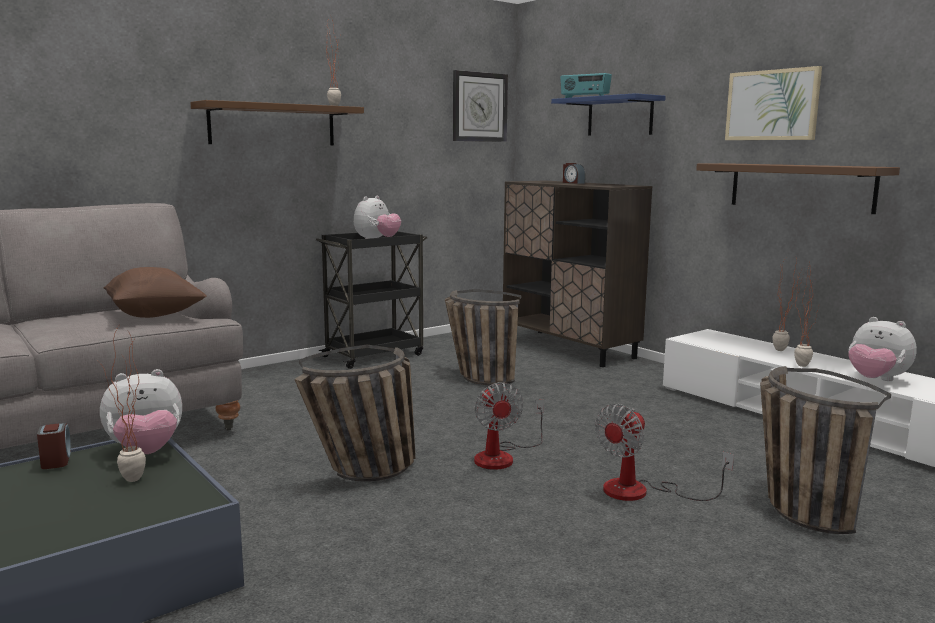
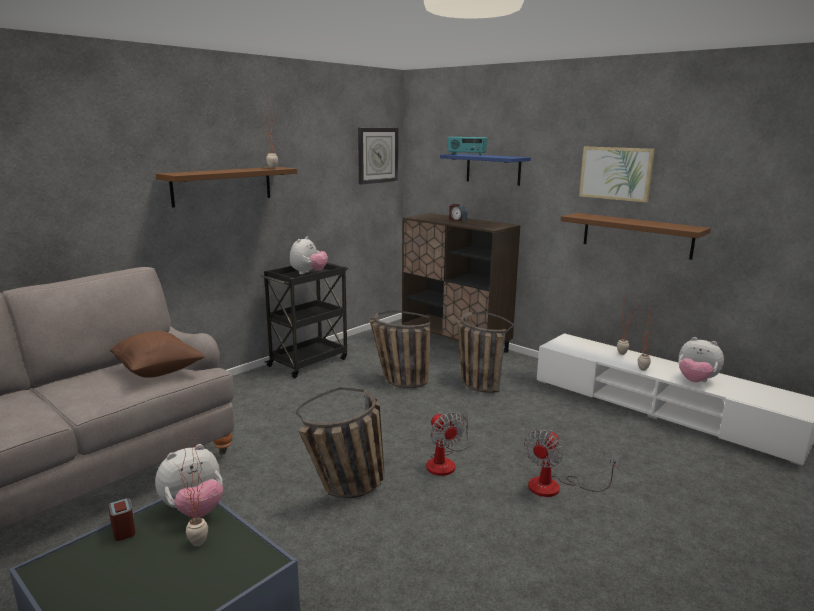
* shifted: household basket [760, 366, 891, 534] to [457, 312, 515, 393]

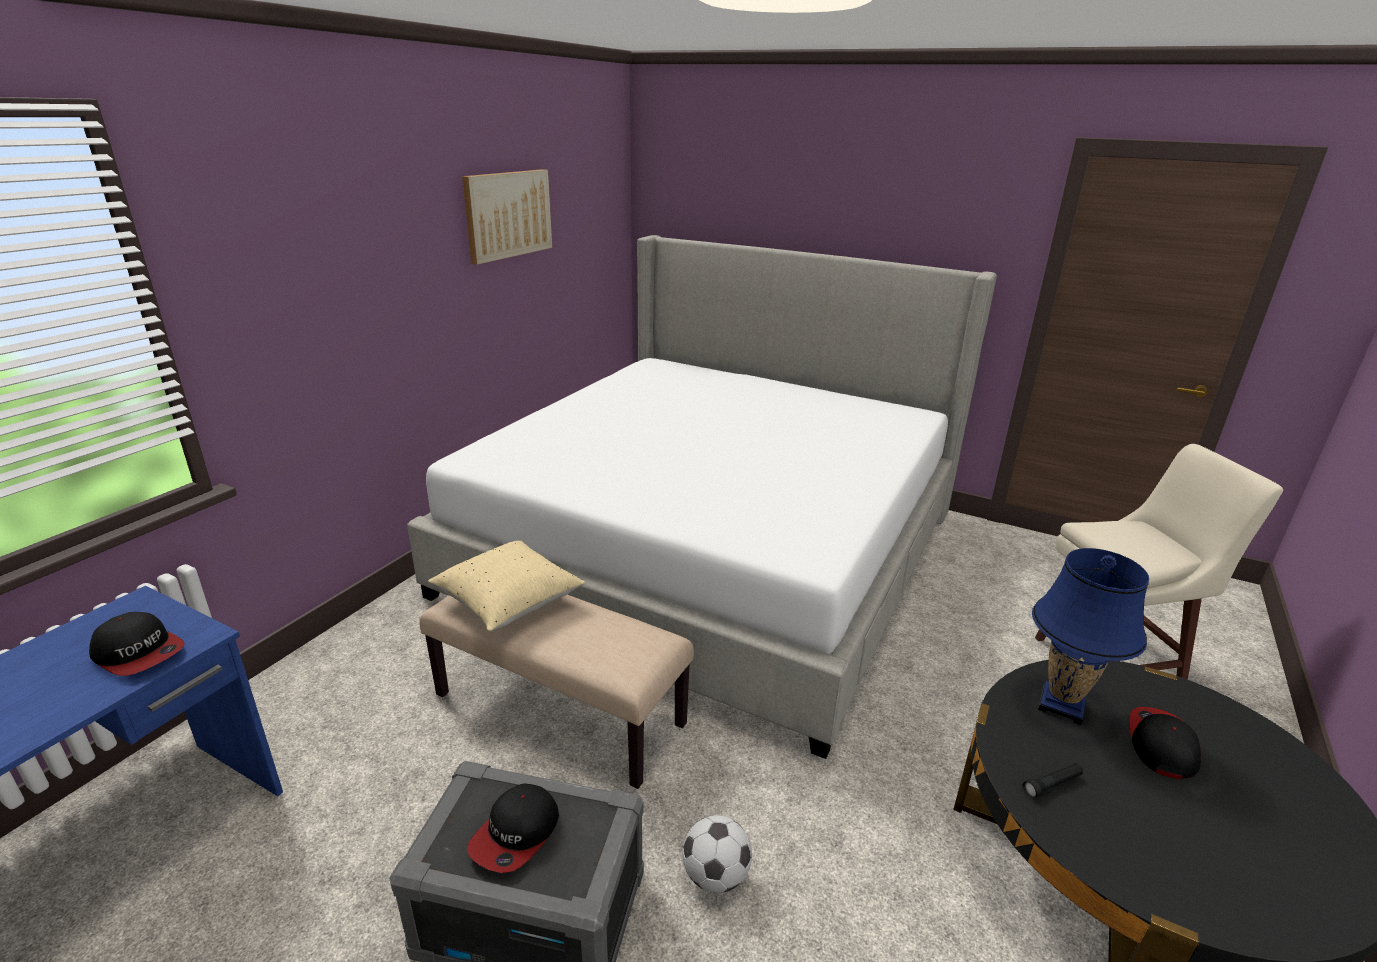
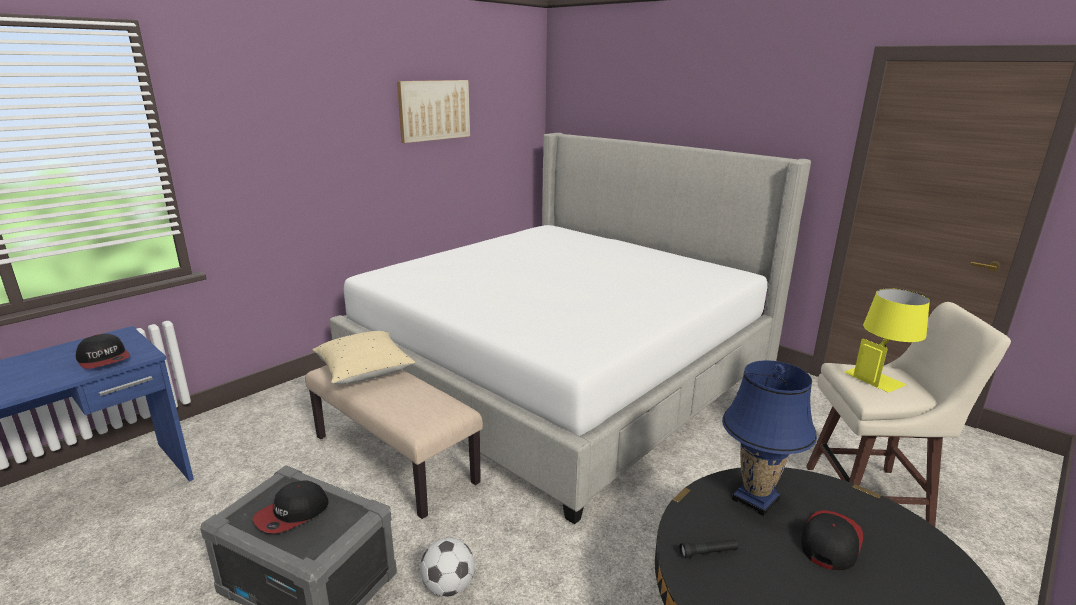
* new: tabletop lamp (yellowish) [844, 288, 930, 393]

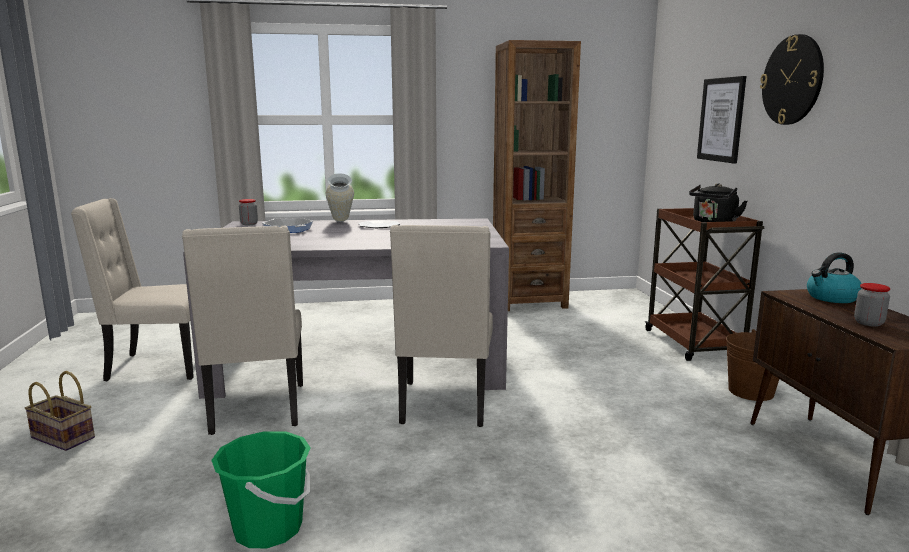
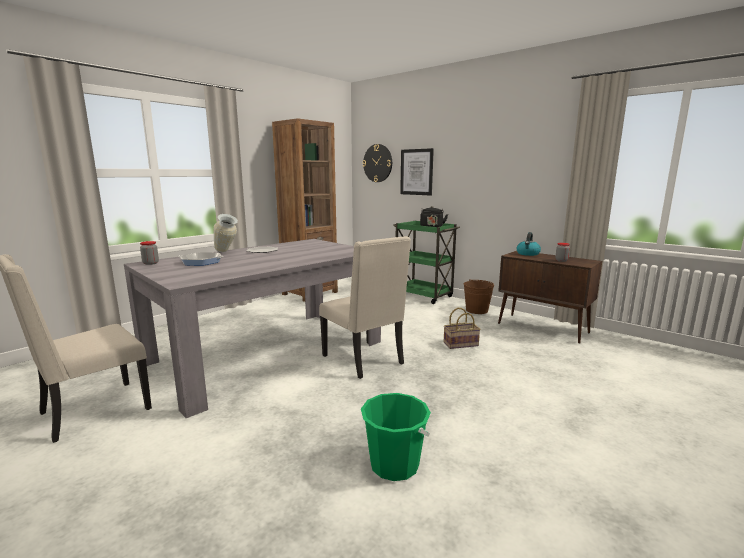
* gone: chair (beige) [182, 226, 303, 435]
* shifted: household basket [24, 371, 95, 451] to [444, 308, 480, 349]
* shifted: clock on the wall [760, 34, 824, 125] to [363, 144, 392, 182]
* repainted: trolley (brown-coloured) [645, 208, 764, 361] to trolley (green) [393, 221, 460, 304]

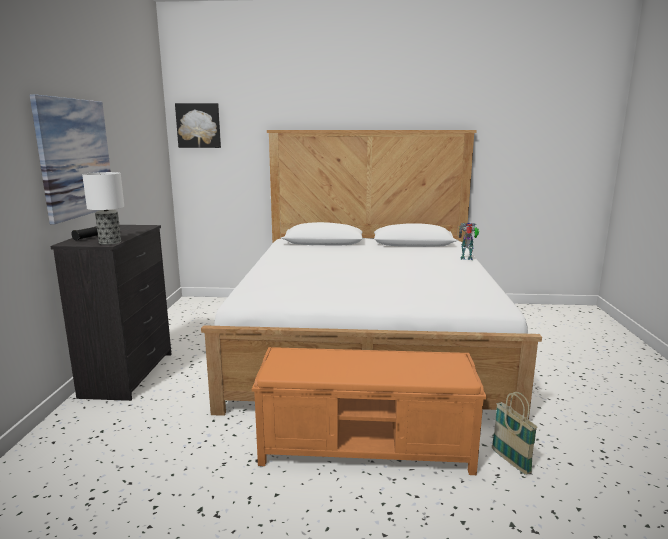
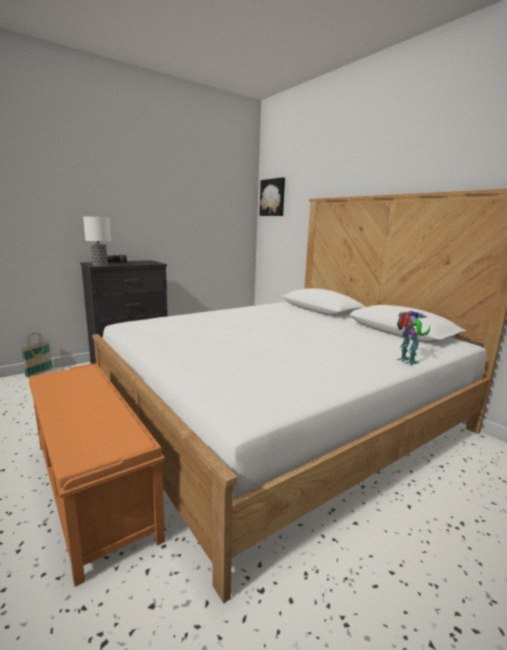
* gone: picture [30, 94, 111, 224]
* shifted: household basket [492, 392, 538, 475] to [21, 333, 53, 378]

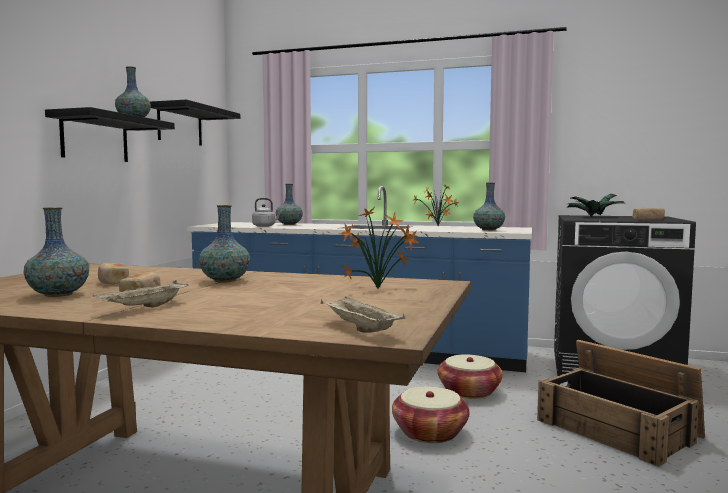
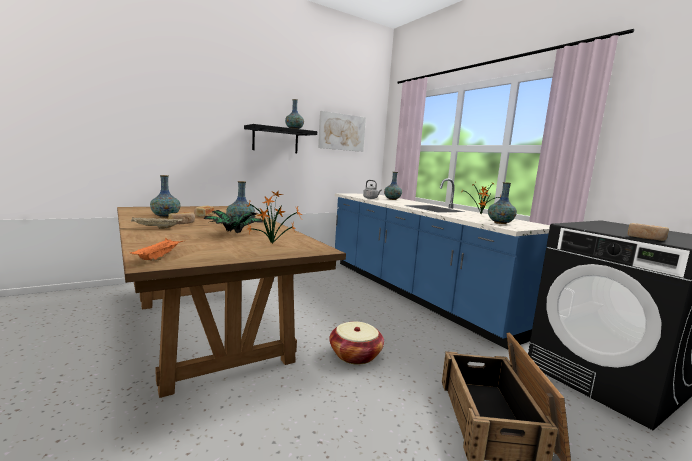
* gone: household basket [438, 354, 503, 399]
* shifted: potted plant [568, 194, 625, 217] to [204, 210, 264, 233]
* swapped: bracket shelf (black) [150, 99, 240, 146] to picture [318, 111, 366, 152]
* repainted: carrying tray (beige) [321, 296, 406, 333] to carrying tray (orange-coloured) [130, 238, 183, 261]

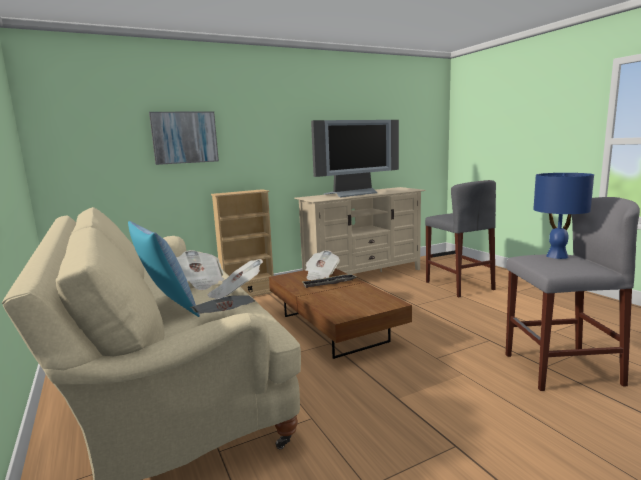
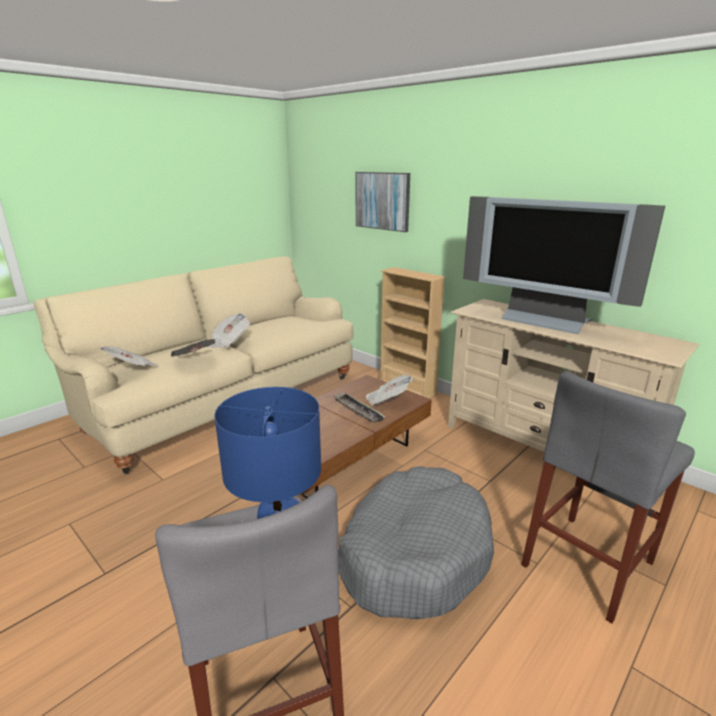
* gone: throw pillow [128, 221, 200, 317]
* new: dog bed (greyish) [338, 466, 494, 619]

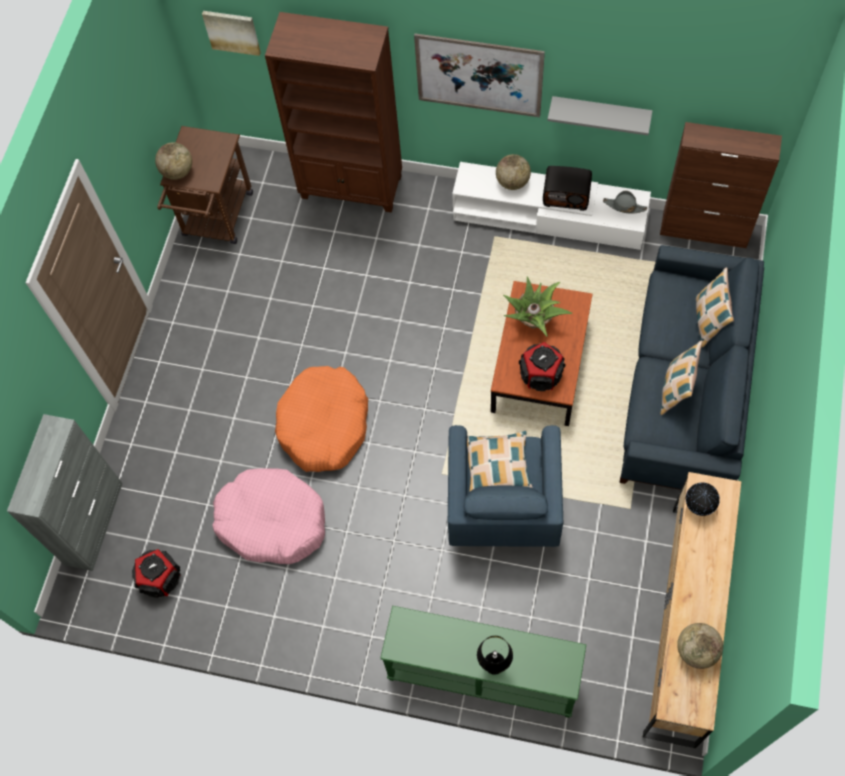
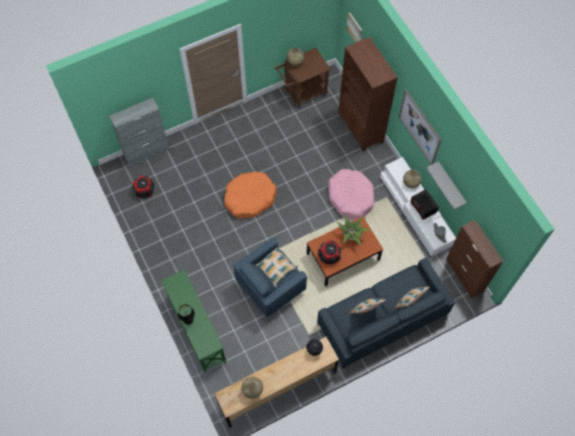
* shifted: dog bed (pinkish) [212, 468, 325, 564] to [328, 169, 374, 220]

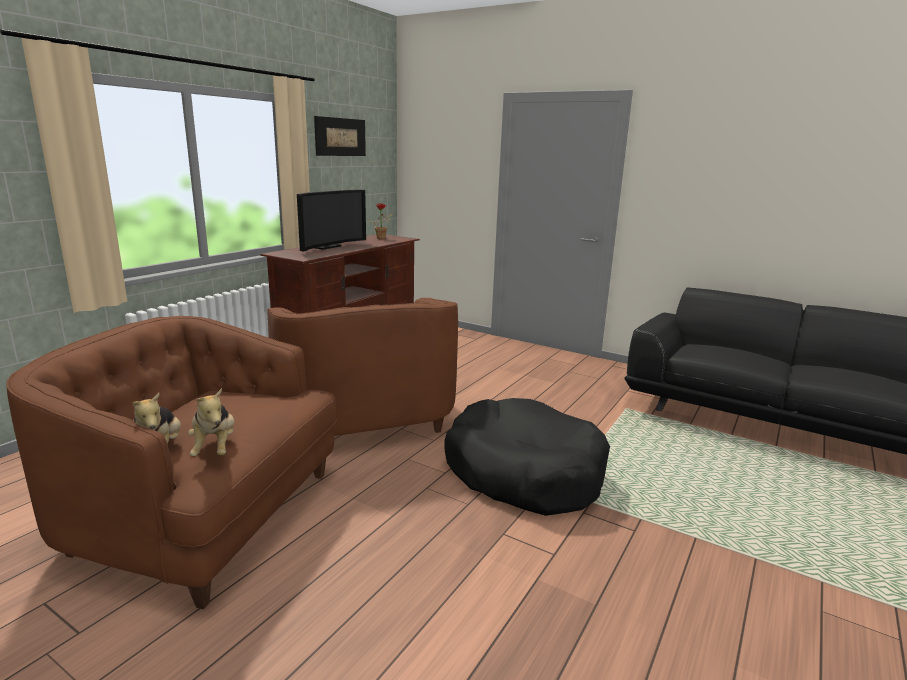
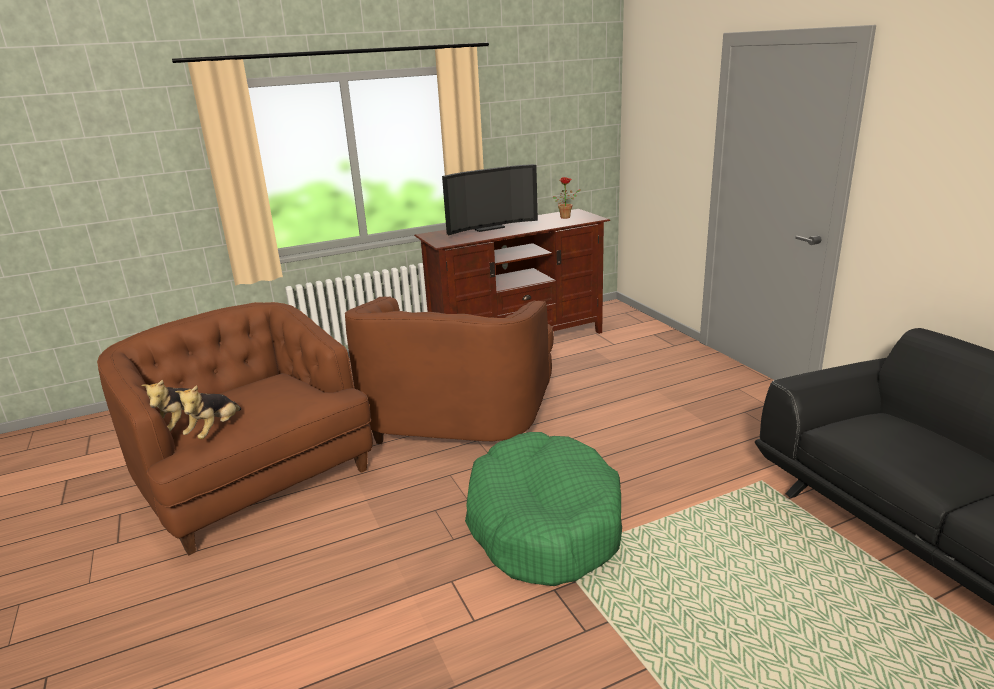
* gone: picture [314, 116, 366, 156]
* repainted: dog bed (black) [444, 398, 610, 516] to dog bed (green) [465, 432, 622, 586]

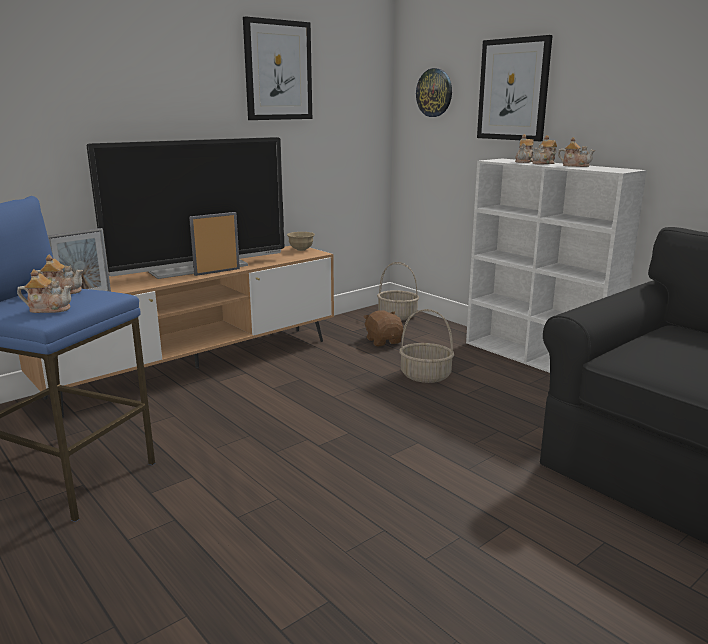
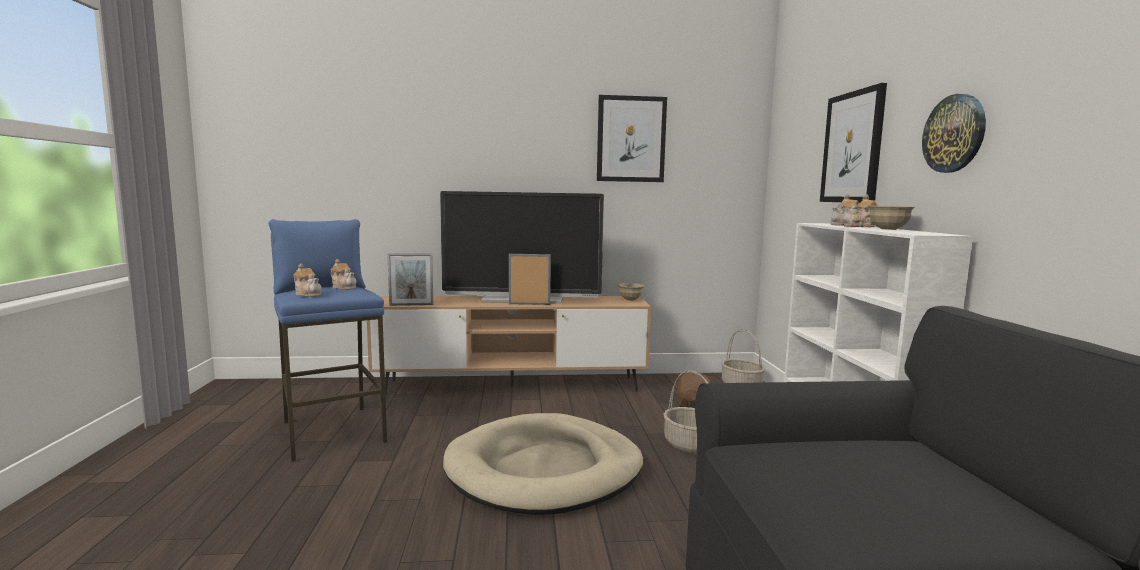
* new: dog bed (beige) [443, 413, 643, 515]
* shifted: clock on the wall [416, 68, 452, 117] to [922, 94, 986, 173]
* swapped: pot for tea [558, 137, 595, 167] to serving bowl (beige) [868, 206, 915, 230]

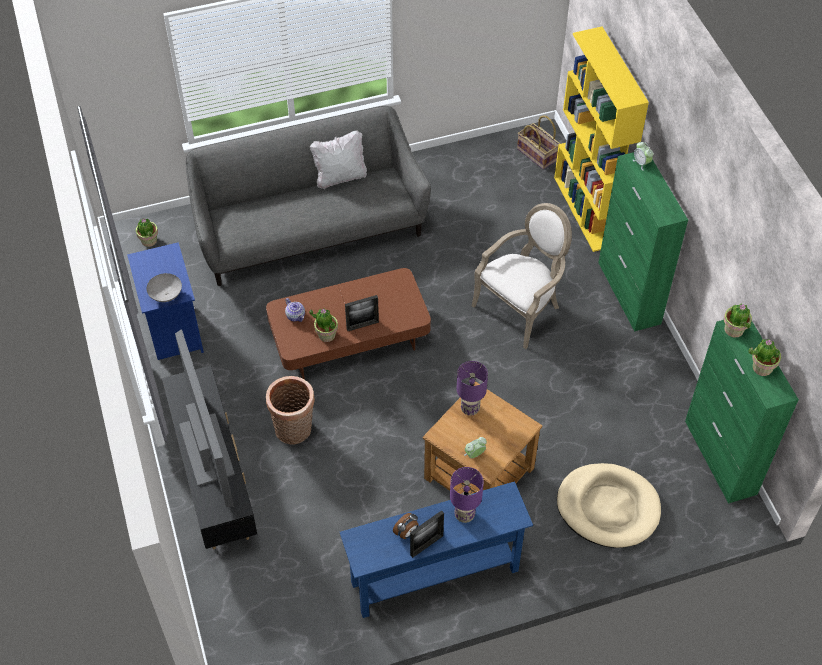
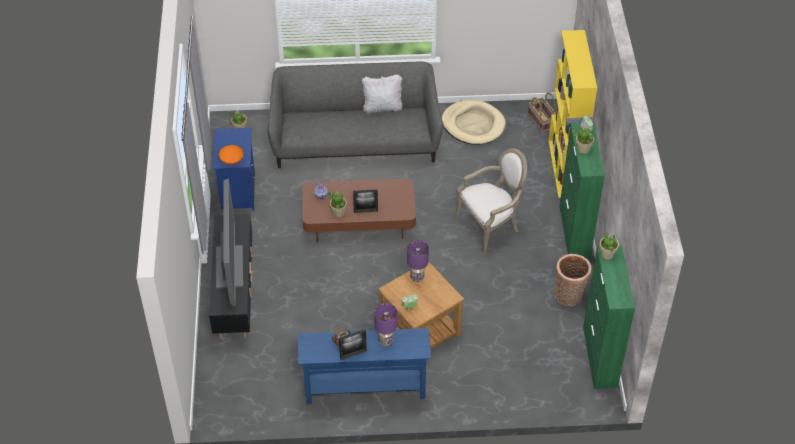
* shifted: household basket [266, 376, 315, 445] to [555, 254, 592, 306]
* shifted: dog bed (beige) [557, 463, 661, 548] to [442, 100, 506, 145]
* shifted: potted plant [748, 339, 781, 376] to [572, 126, 594, 154]
* repainted: serving bowl (greyish) [146, 273, 182, 302] to serving bowl (orange-coloured) [219, 145, 244, 164]

